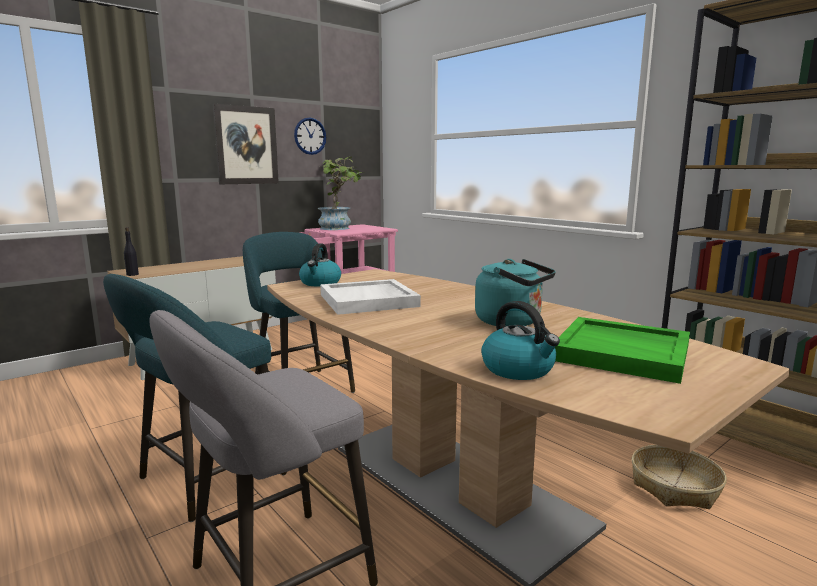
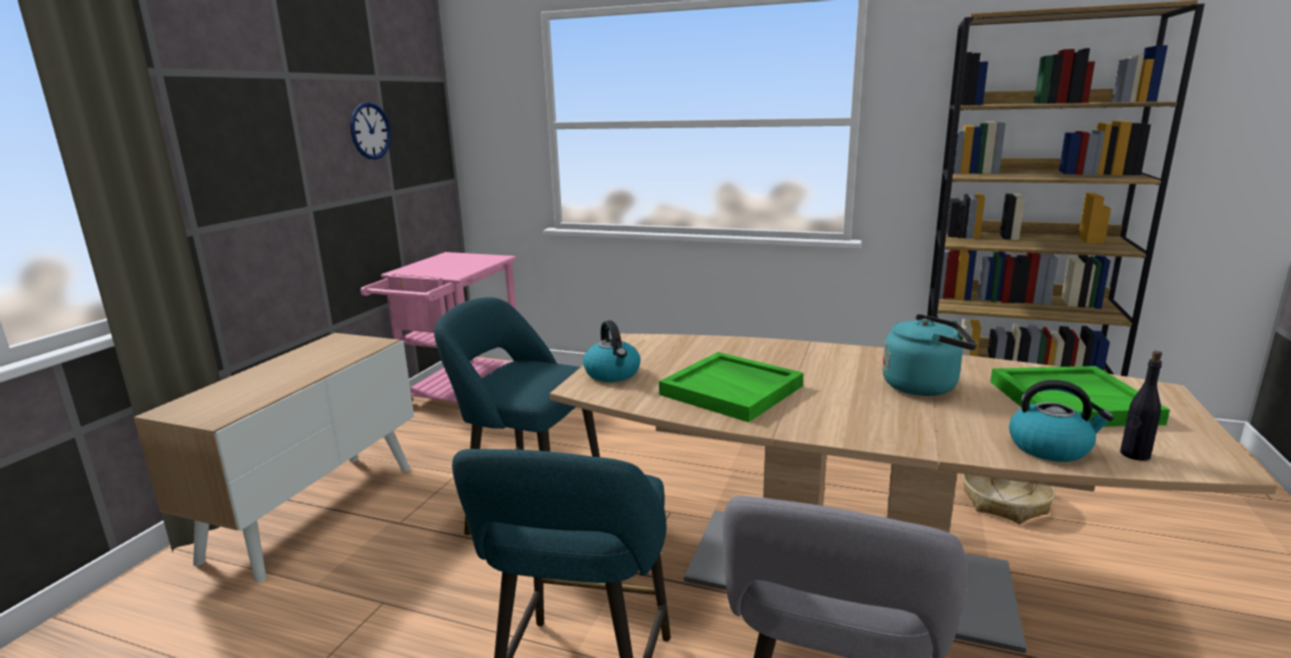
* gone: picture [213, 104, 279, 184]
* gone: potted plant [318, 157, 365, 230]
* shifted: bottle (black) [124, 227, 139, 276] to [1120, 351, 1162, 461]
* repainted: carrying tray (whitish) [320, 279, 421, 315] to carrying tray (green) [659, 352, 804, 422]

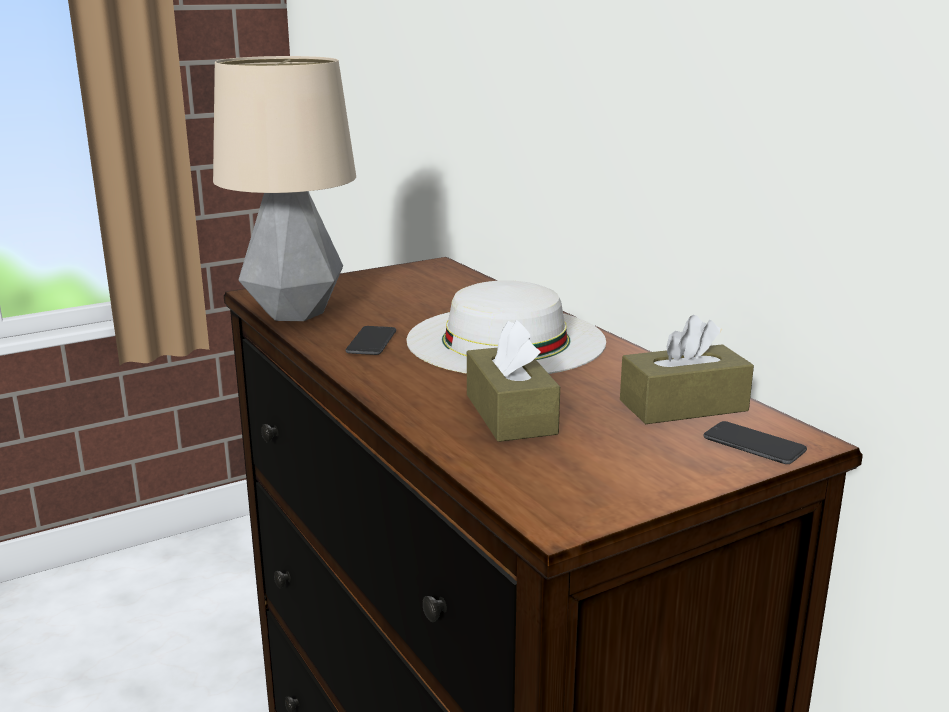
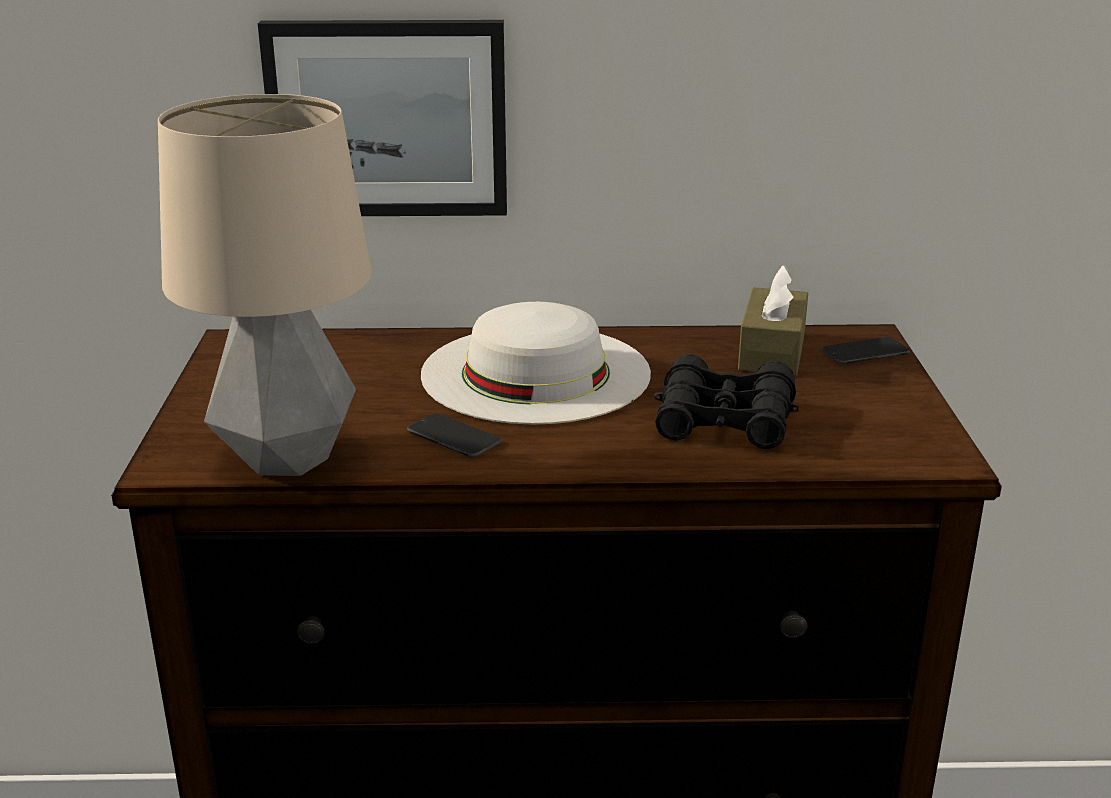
* new: picture [258, 20, 507, 216]
* swapped: tissue holder (brown-coloured) [467, 320, 560, 442] to pair of binoculars (black) [654, 354, 799, 449]

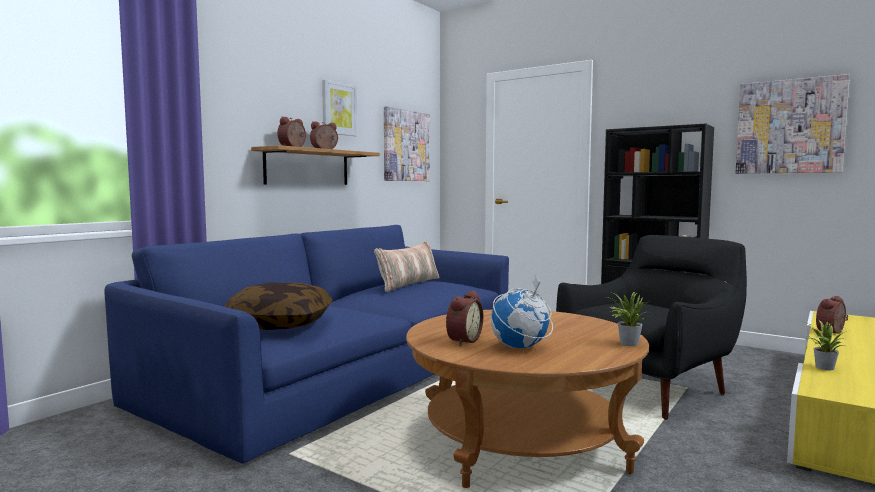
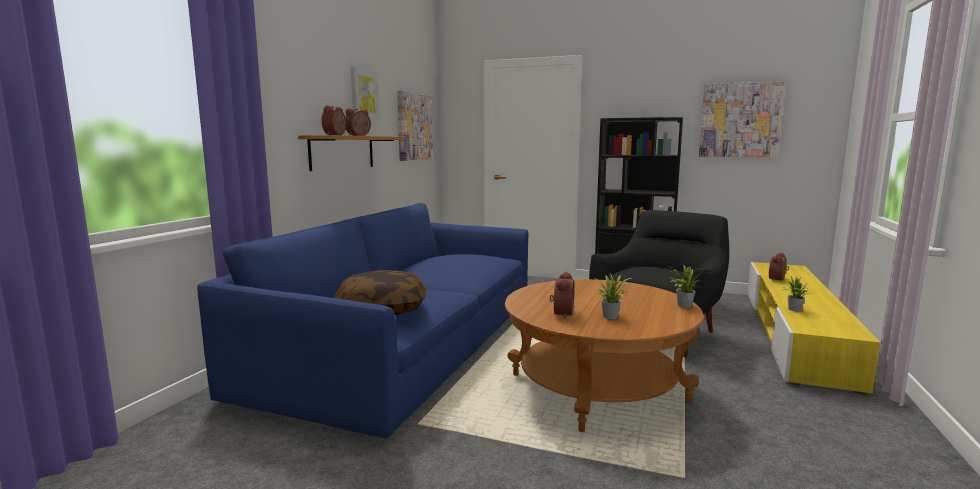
* gone: throw pillow [374, 241, 440, 292]
* swapped: globe [490, 275, 553, 348] to potted plant [595, 274, 632, 319]

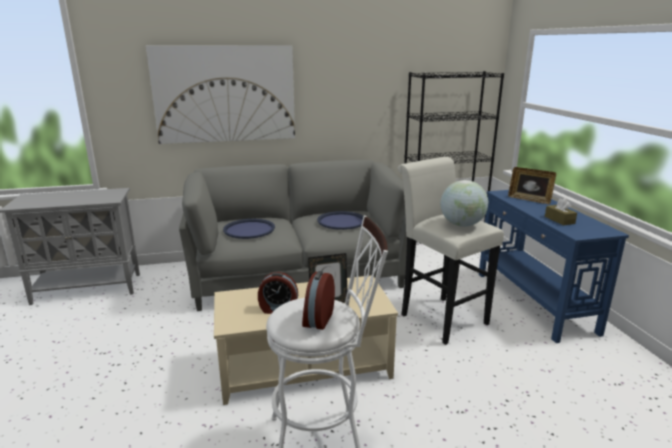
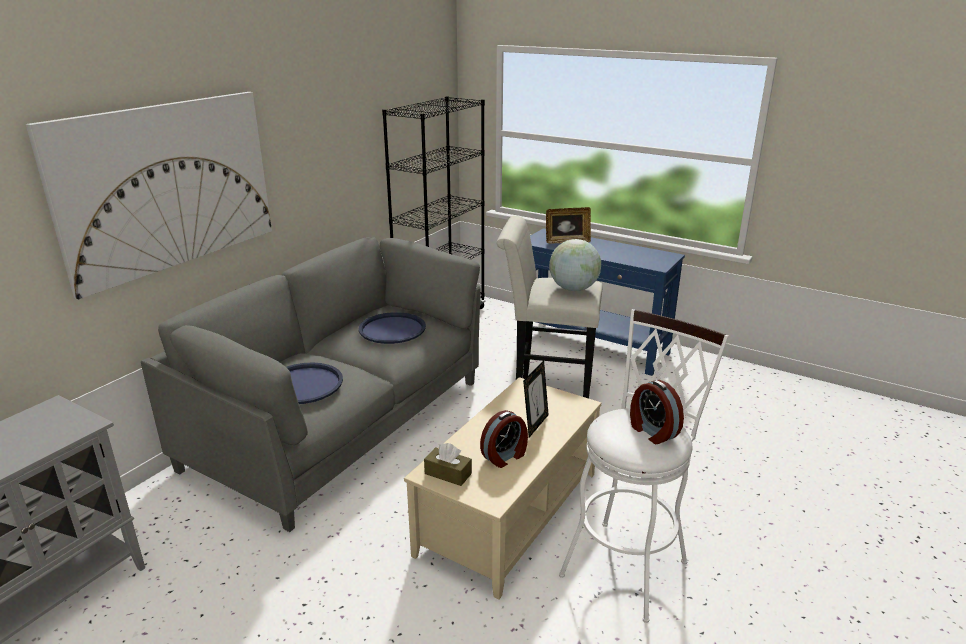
* shifted: tissue holder (brown-coloured) [545, 198, 577, 225] to [424, 443, 472, 486]

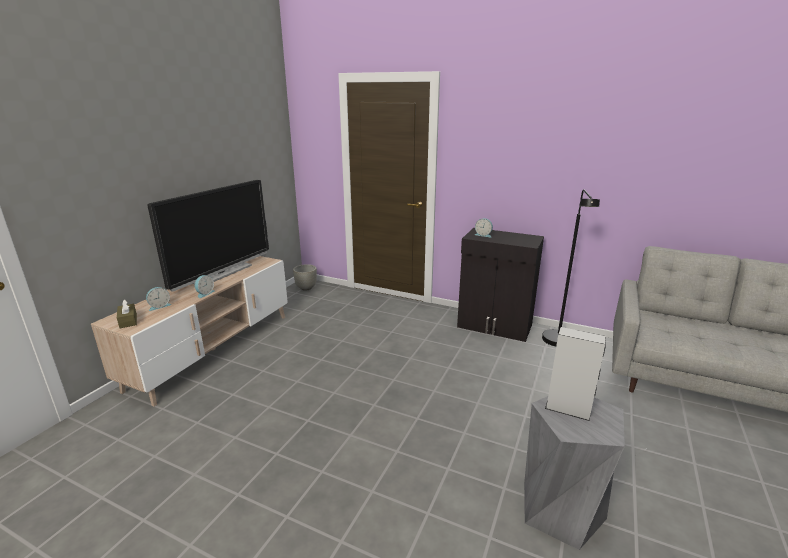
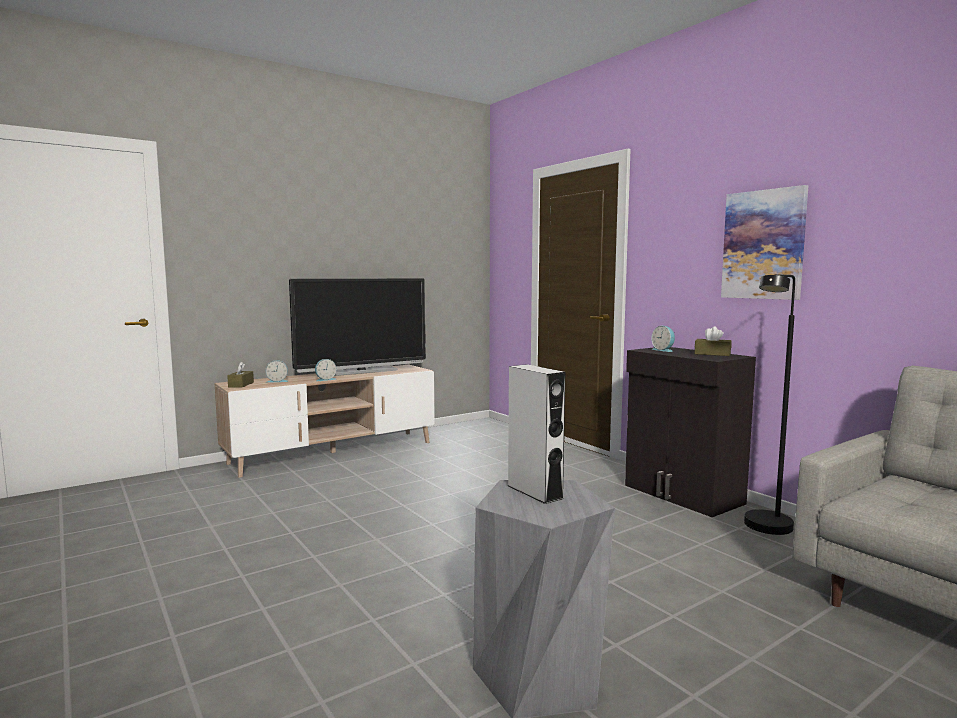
* gone: flower pot (greyish) [293, 264, 317, 291]
* new: tissue holder (brown-coloured) [695, 326, 731, 356]
* new: picture [721, 185, 808, 300]

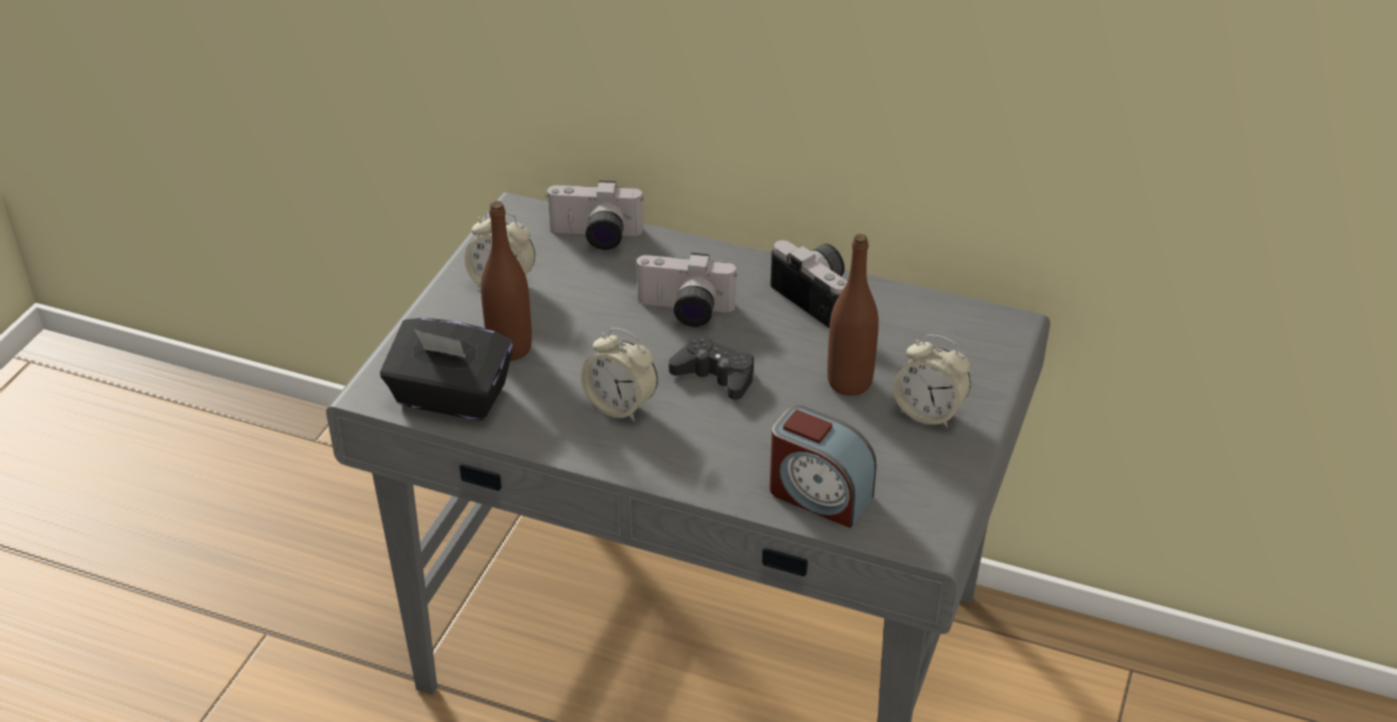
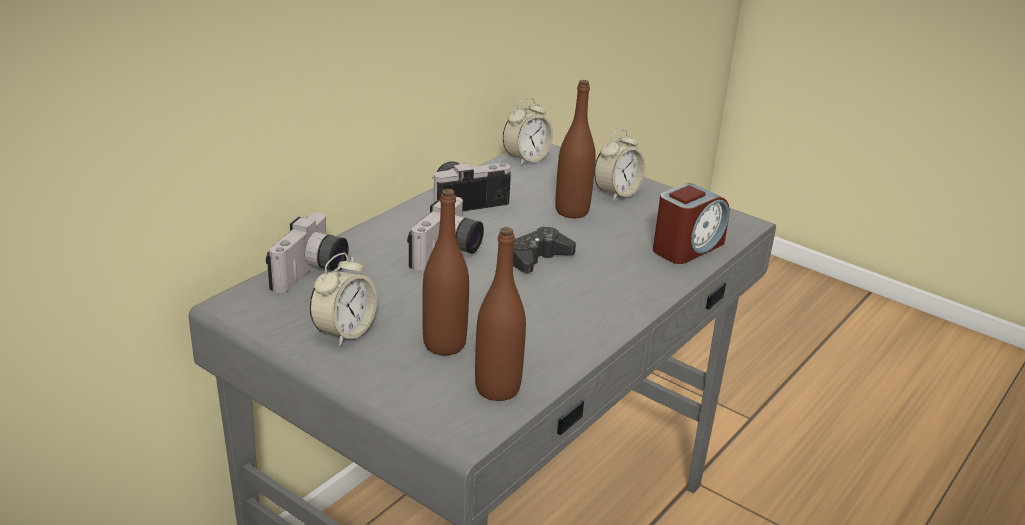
* shifted: table clock [581, 328, 658, 422] to [503, 97, 553, 166]
* swapped: tissue holder (black) [380, 318, 513, 420] to bottle (brown-coloured) [475, 227, 526, 401]

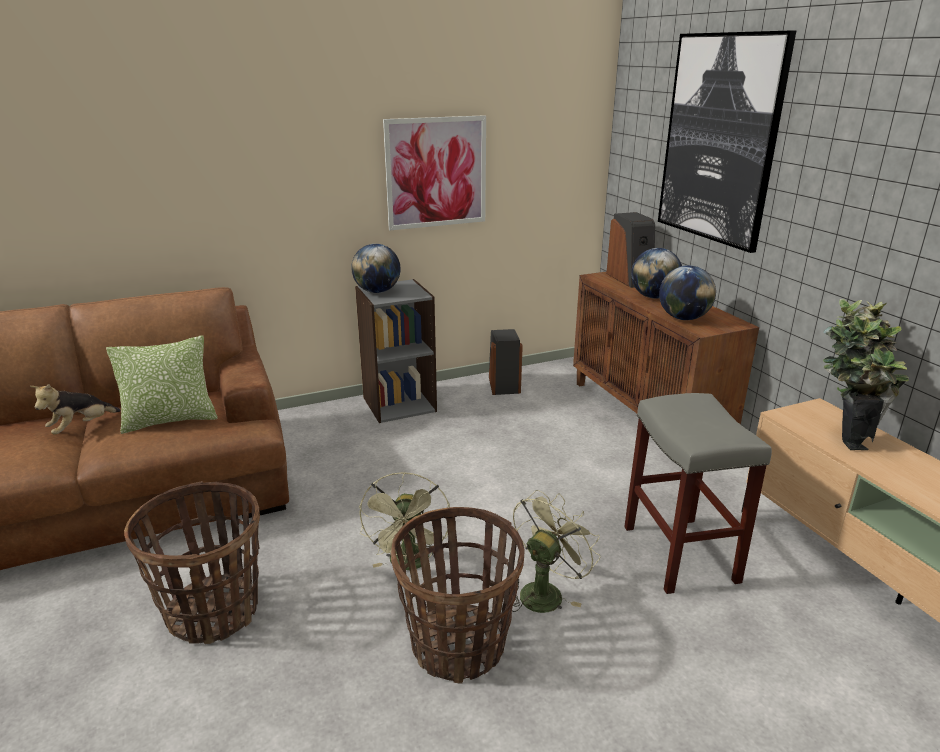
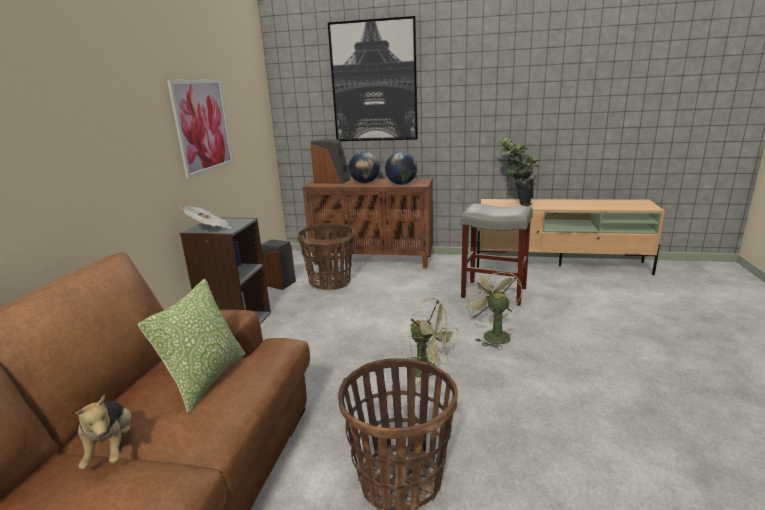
* shifted: household basket [391, 507, 524, 684] to [297, 223, 354, 290]
* swapped: globe [351, 244, 400, 293] to printed paper [179, 206, 232, 229]

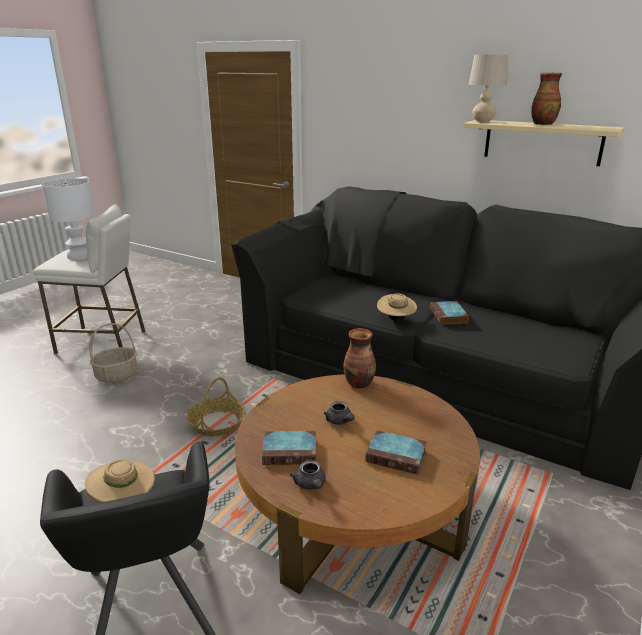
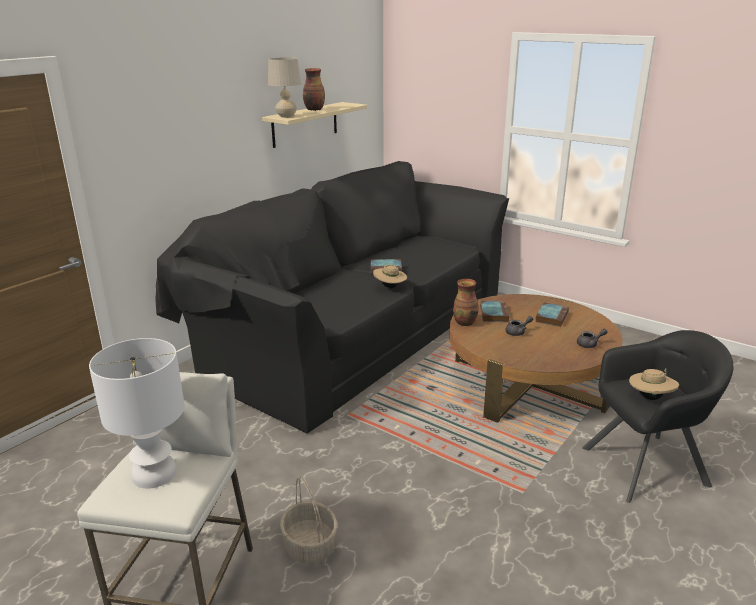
* gone: household basket [187, 377, 245, 436]
* shifted: volume [262, 431, 316, 465] to [480, 301, 509, 322]

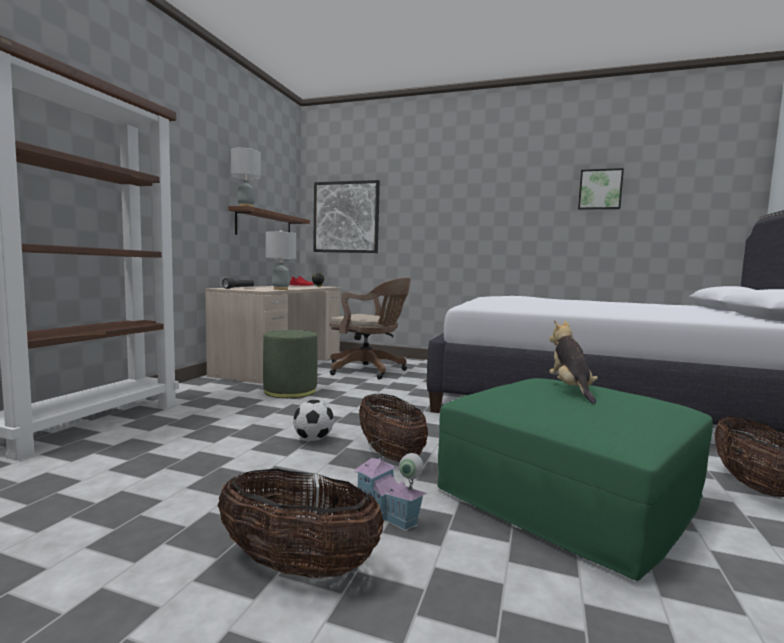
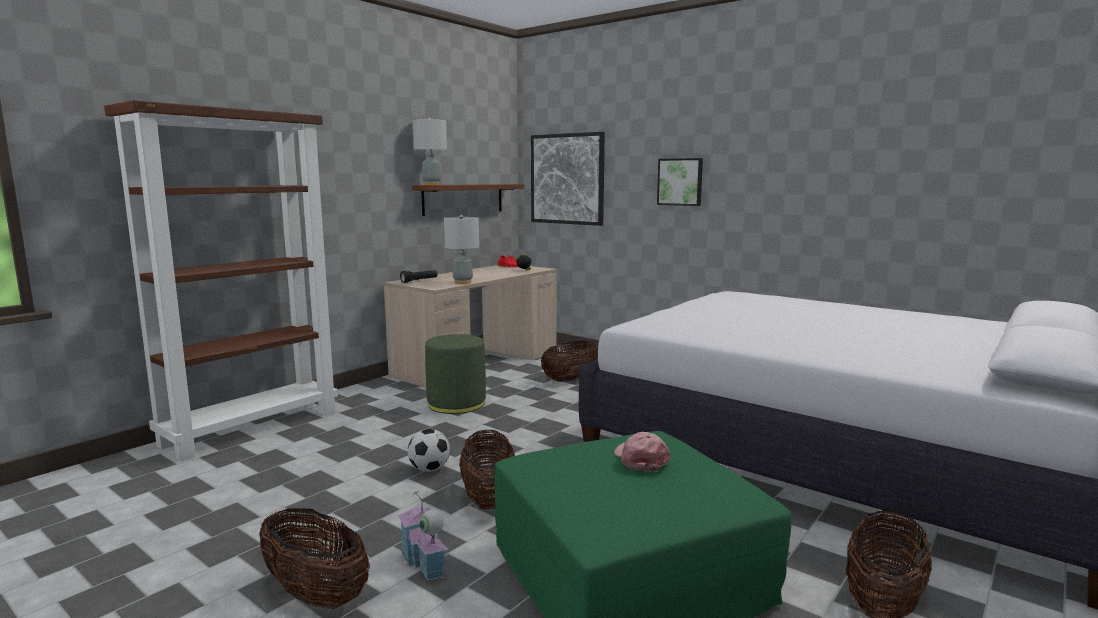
* shifted: picture [578, 168, 624, 210] to [657, 158, 703, 206]
* swapped: desk chair (brown-coloured) [329, 278, 411, 379] to household basket [541, 341, 598, 382]
* swapped: plush toy [549, 320, 598, 404] to peaked cap (pinkish) [614, 432, 671, 471]

